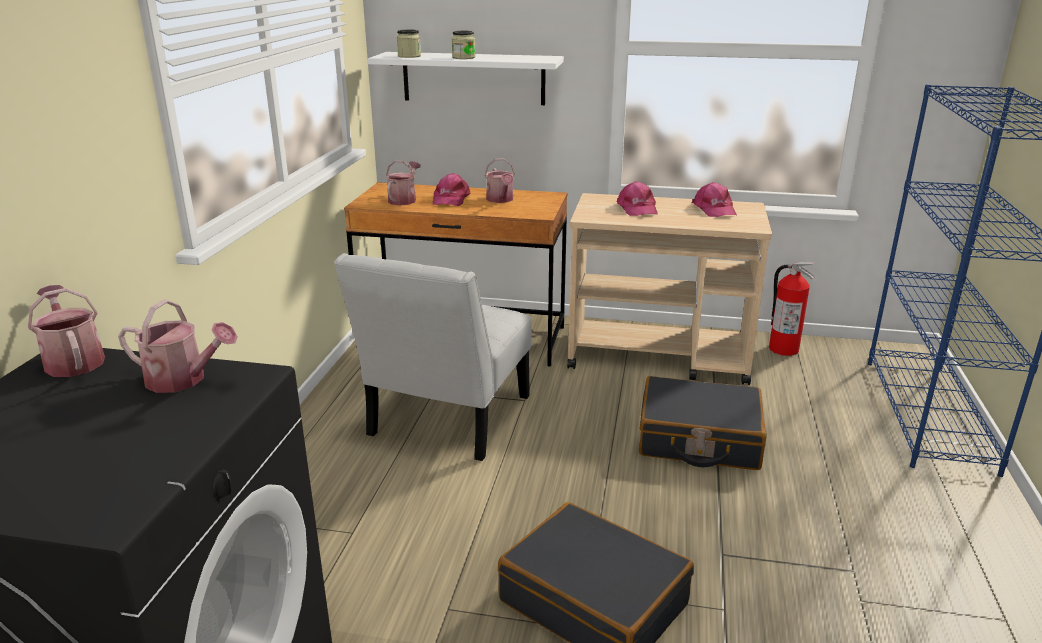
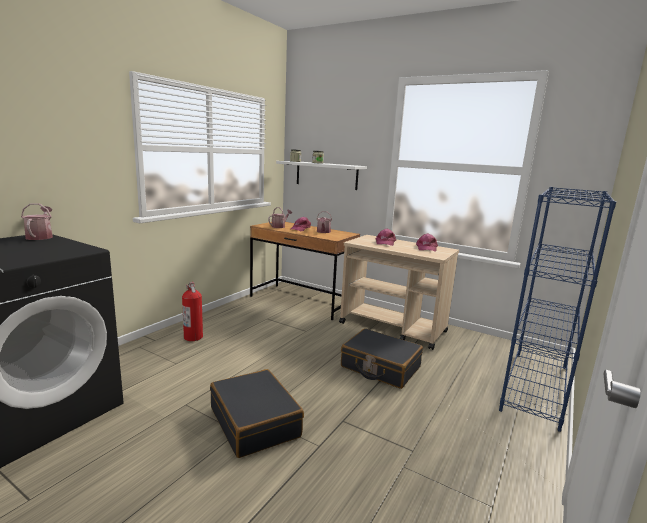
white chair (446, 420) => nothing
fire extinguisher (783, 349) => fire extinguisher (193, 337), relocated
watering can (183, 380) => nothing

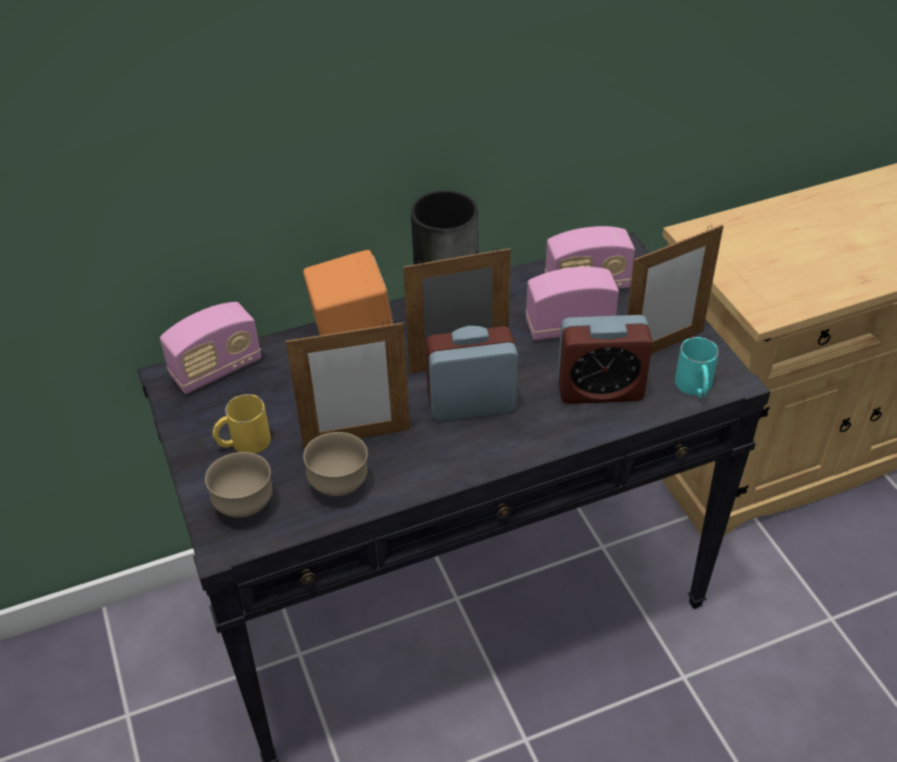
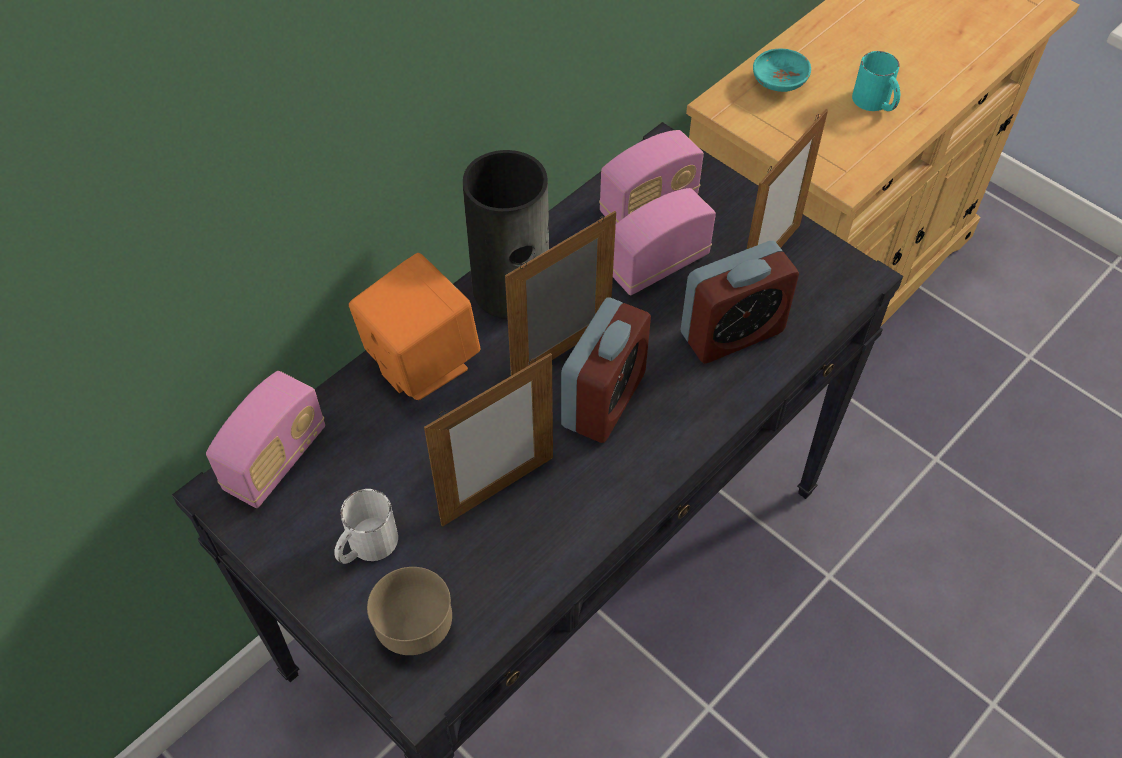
alarm clock (471, 404) => alarm clock (603, 400), 150 degrees clockwise
turquoise mug (695, 387) => turquoise mug (875, 103), relocated
yellow mug (243, 442) => white mug (366, 546)
brown bowl (339, 485) => nothing
nothing => turquoise bowl (779, 83)

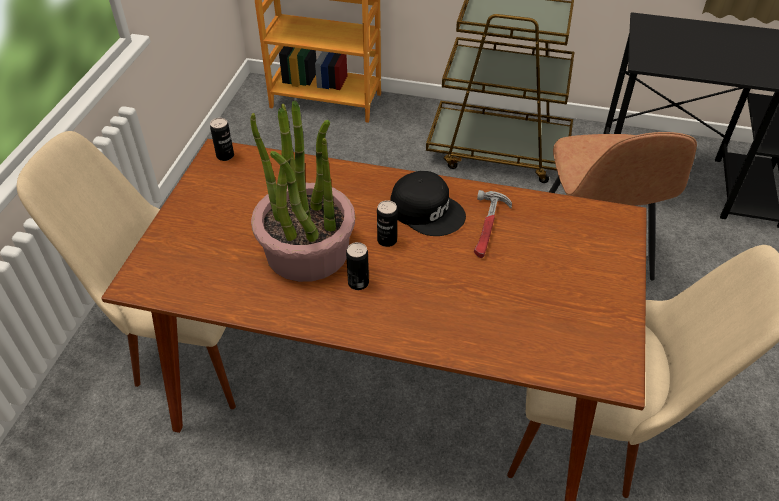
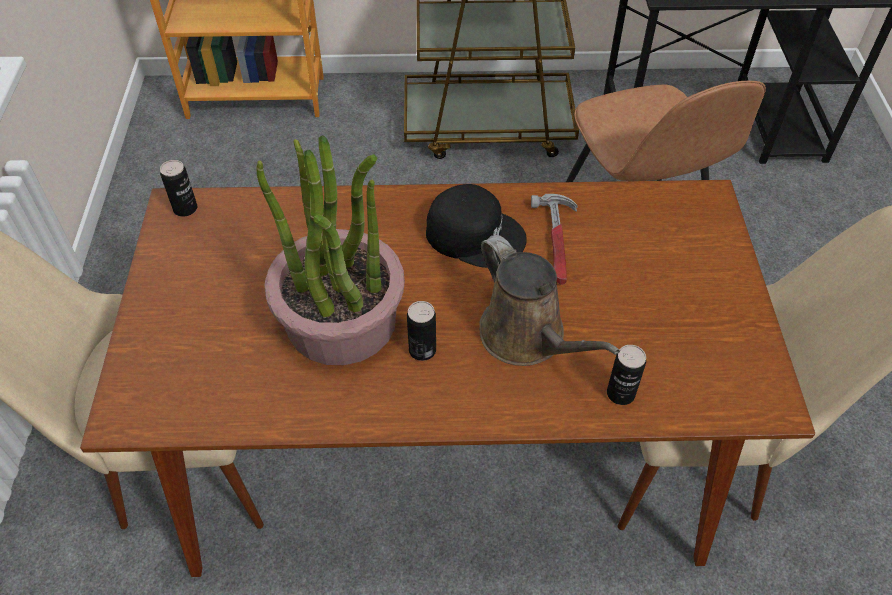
can (387, 240) => can (620, 393), relocated
nothing => brown watering can (527, 337)

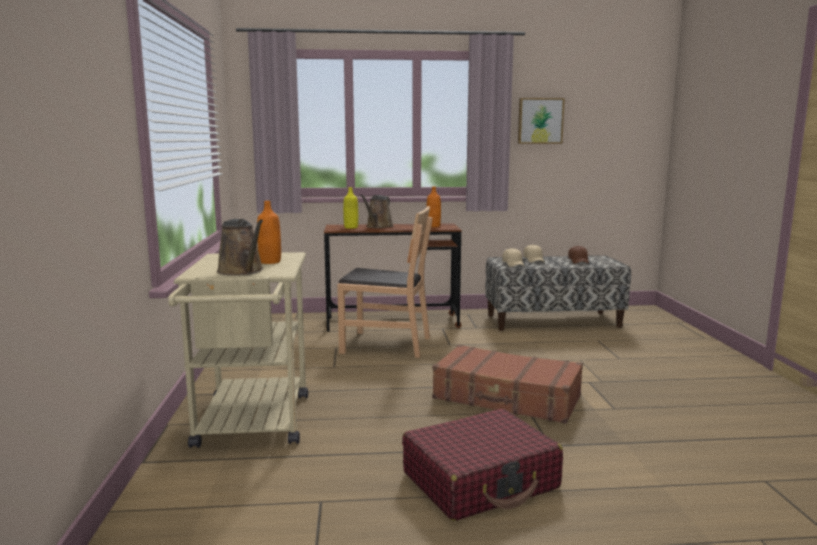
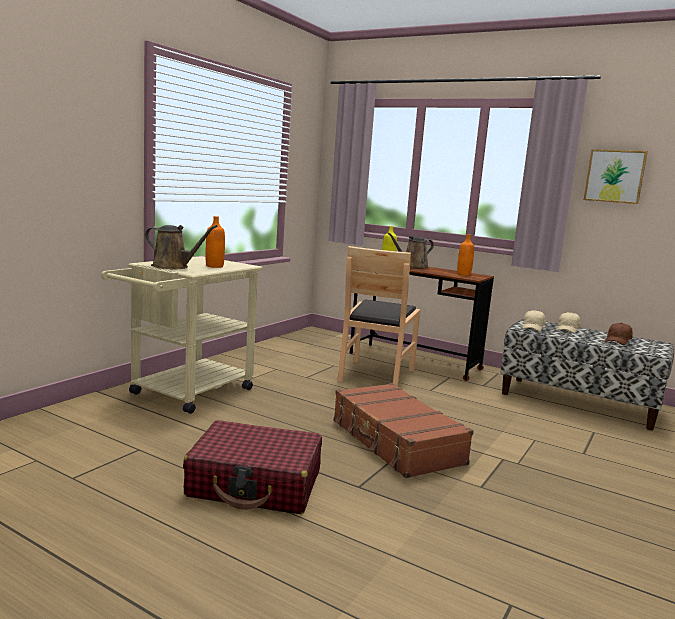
brown chair (386, 345) => brown chair (375, 375), 60 degrees clockwise
brown watering can (242, 271) => brown watering can (173, 267), 75 degrees counterclockwise

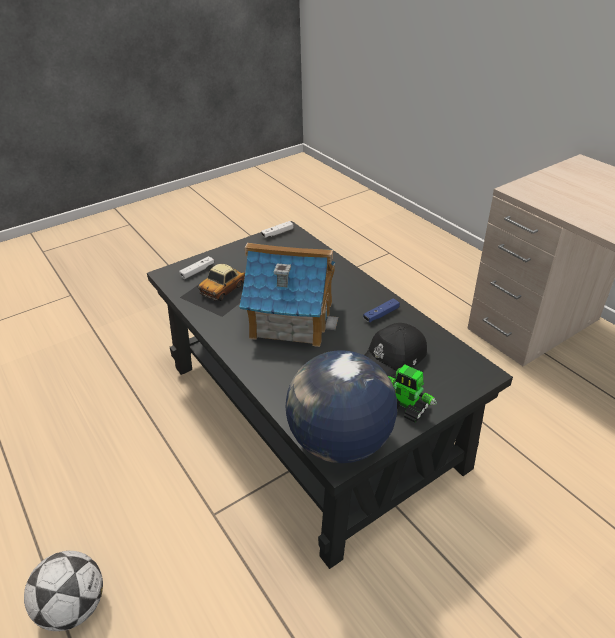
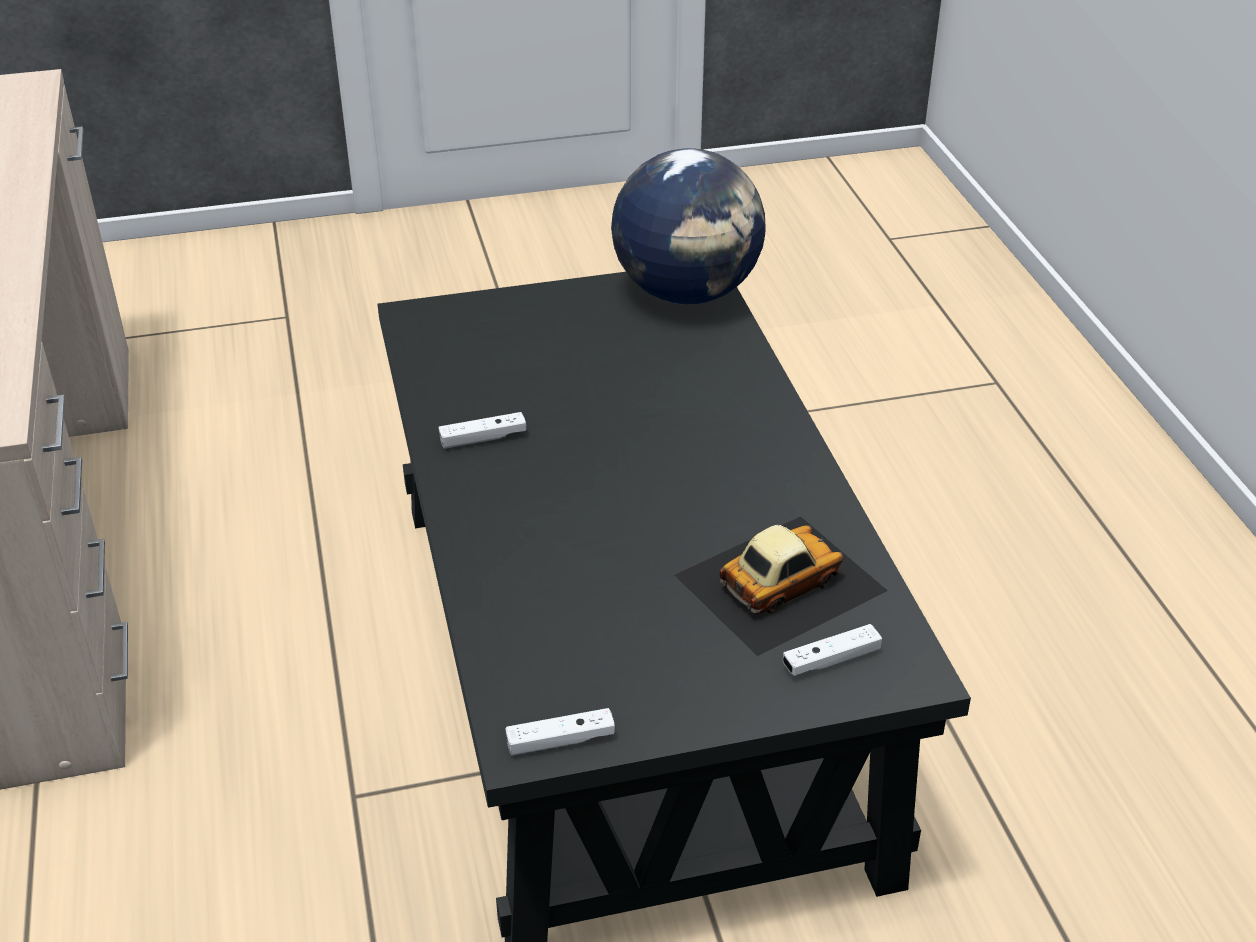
toy house (291, 319) => nothing
blue game controller (381, 314) => white game controller (483, 438)
black cap (392, 359) => nothing
toy robot (406, 407) => nothing
football (74, 607) => nothing

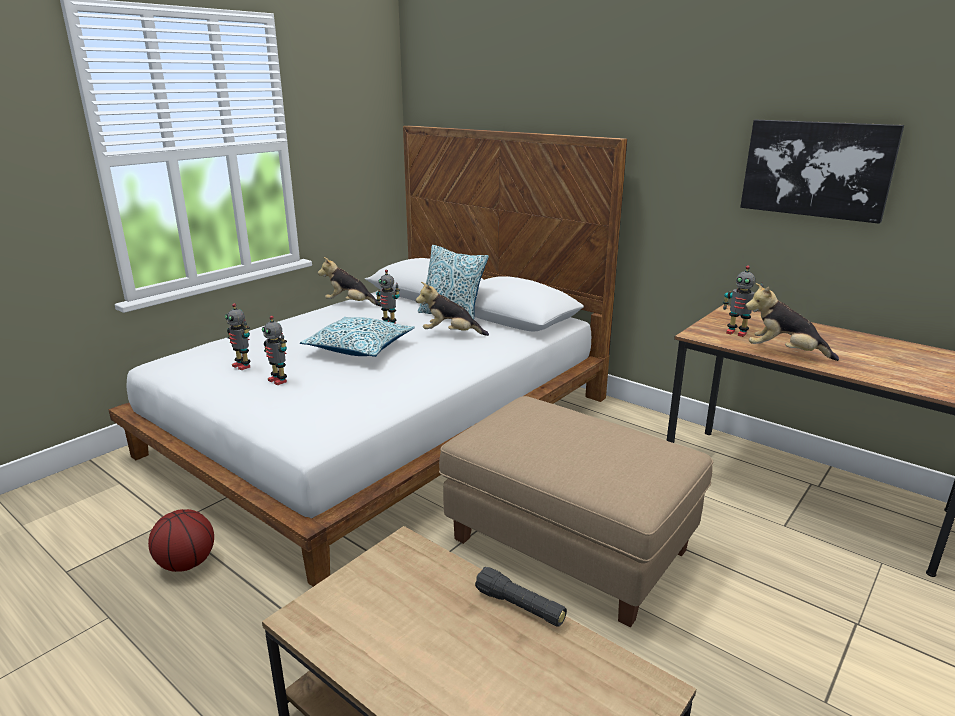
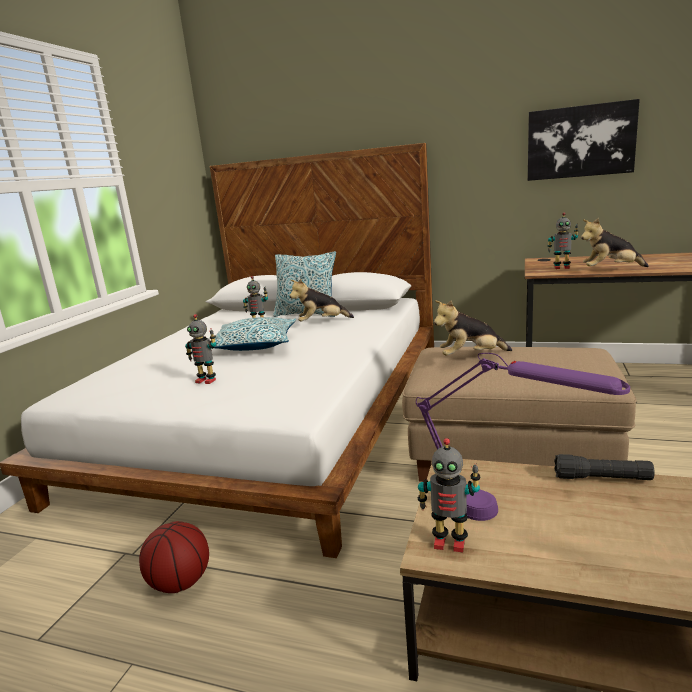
plush toy (350, 304) => plush toy (470, 357), relocated
toy robot (242, 366) => toy robot (449, 542), relocated
nothing => purple table lamp (505, 519)

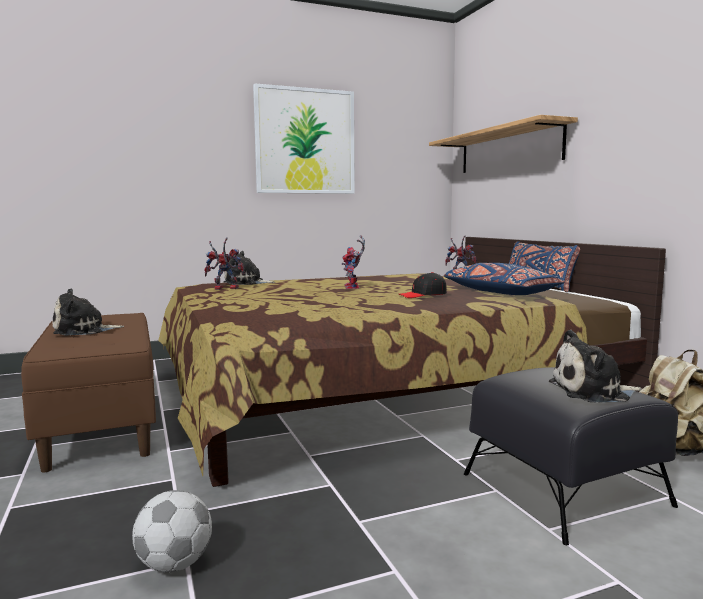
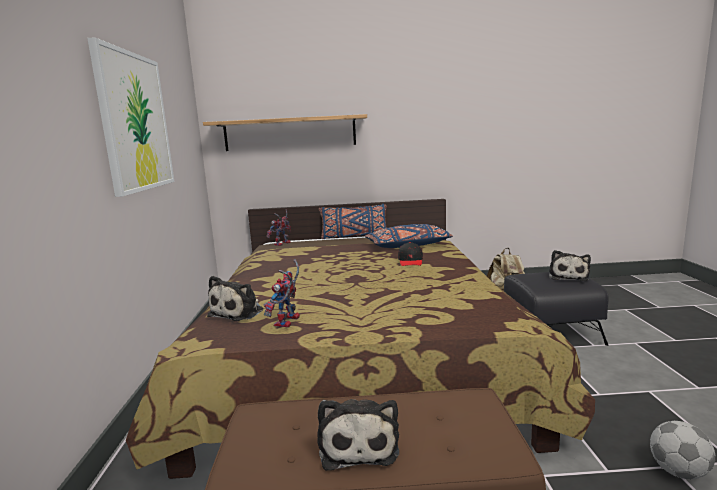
toy robot (353, 287) => nothing

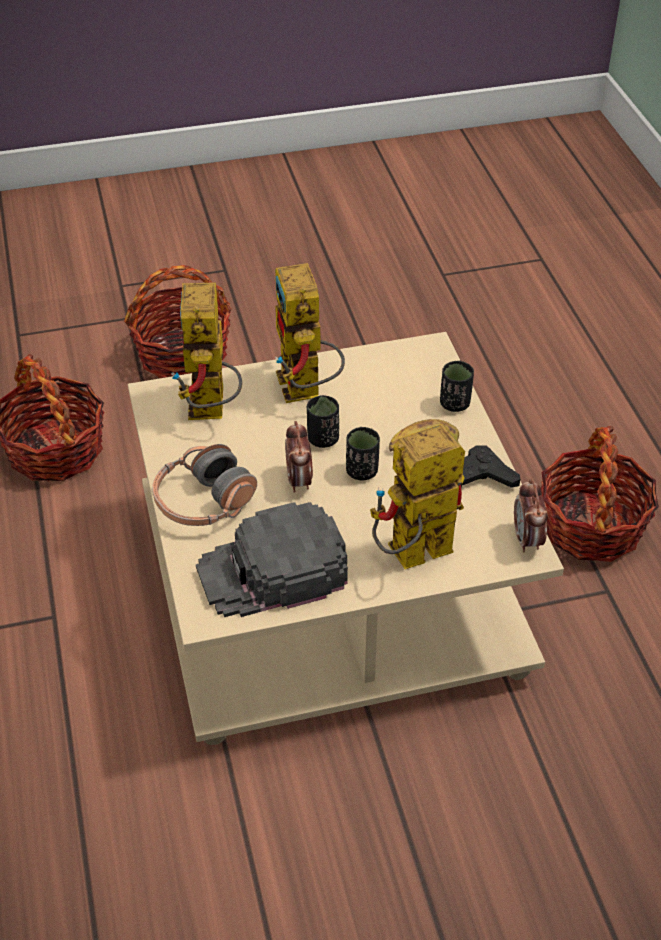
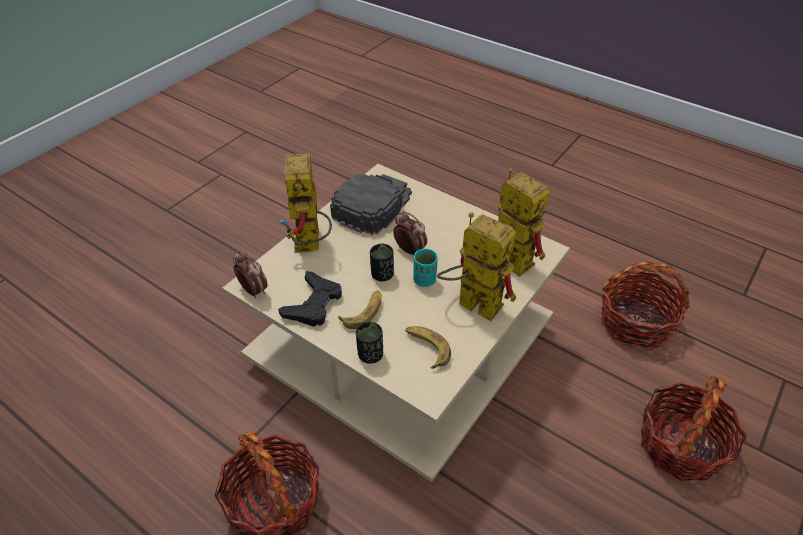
black cup (323, 439) => turquoise cup (424, 280)
toy robot (411, 558) => toy robot (311, 246), 150 degrees clockwise
headphones (204, 501) => nothing
nothing => banana (427, 348)

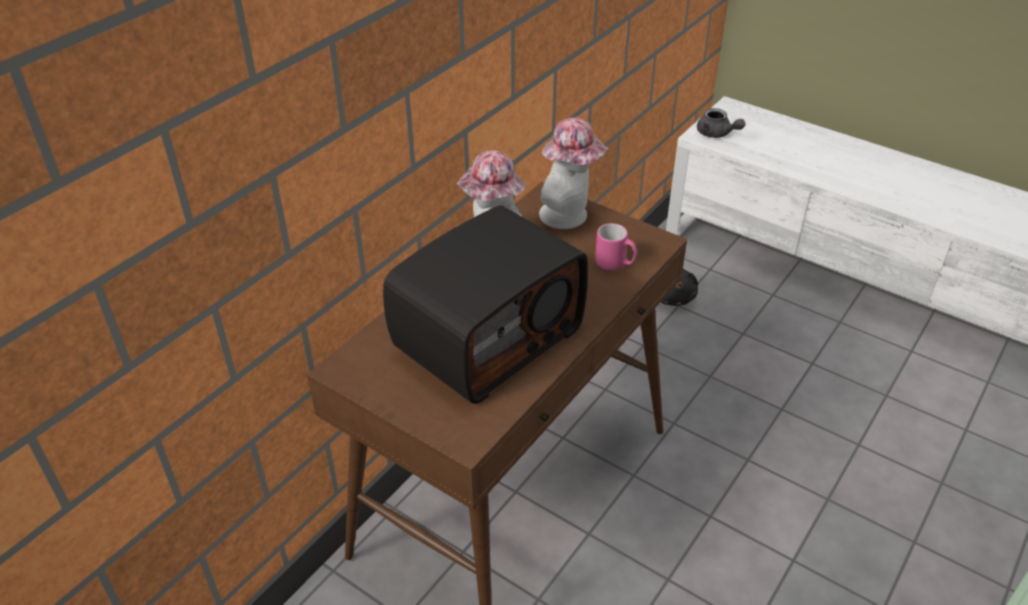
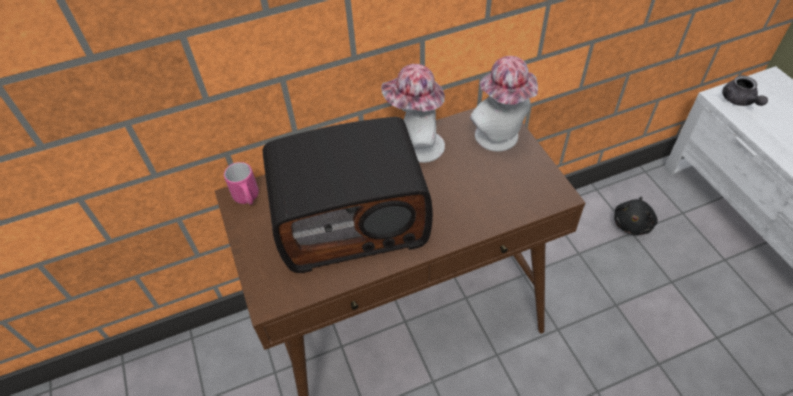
pink mug (615, 264) => pink mug (247, 198), relocated

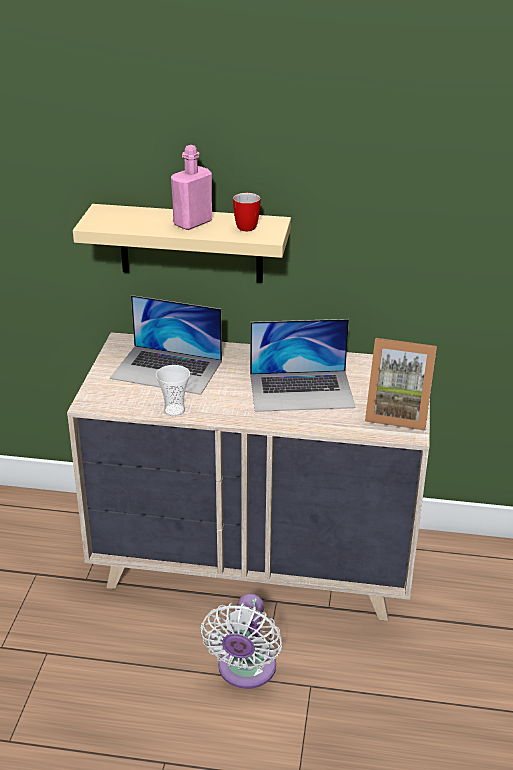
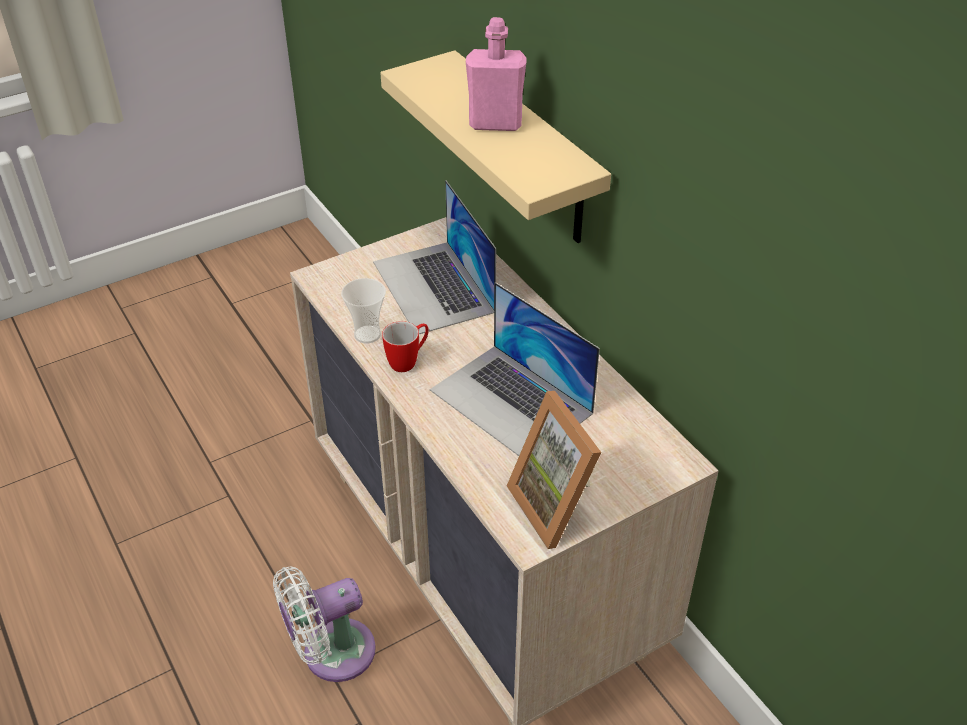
mug (246, 225) => mug (408, 361), relocated

